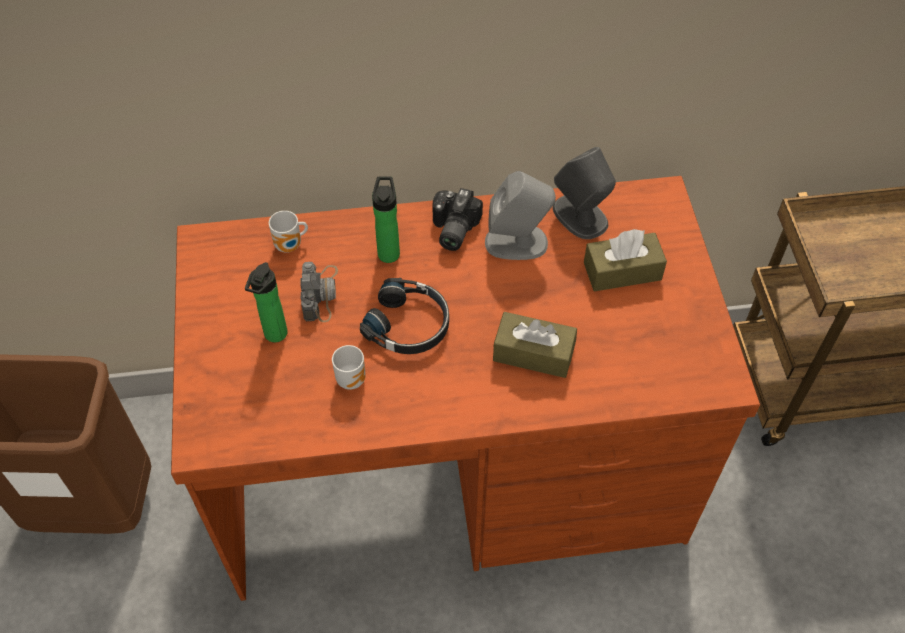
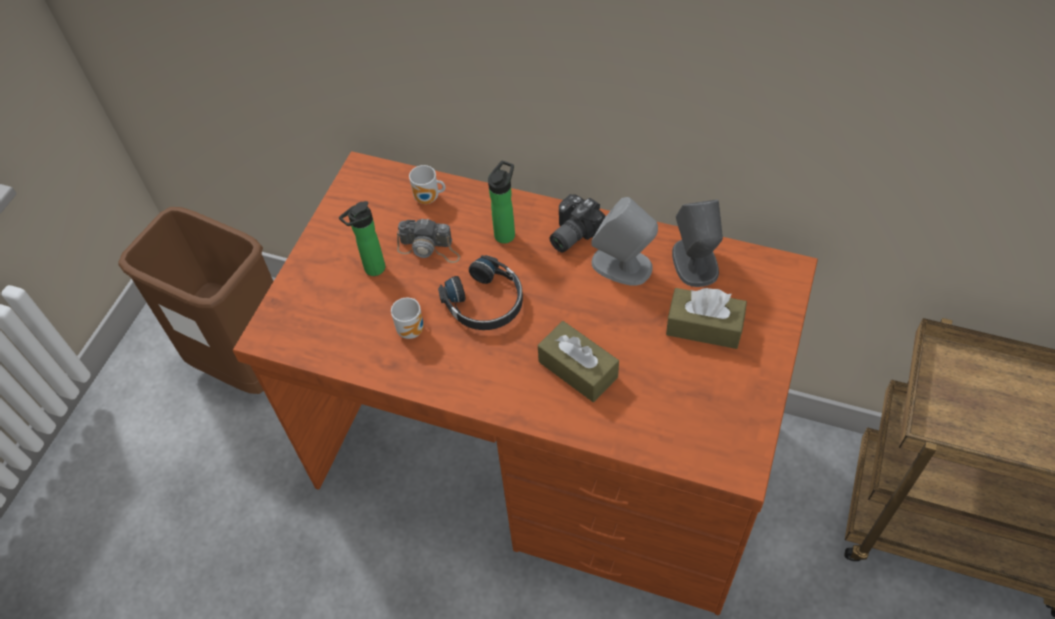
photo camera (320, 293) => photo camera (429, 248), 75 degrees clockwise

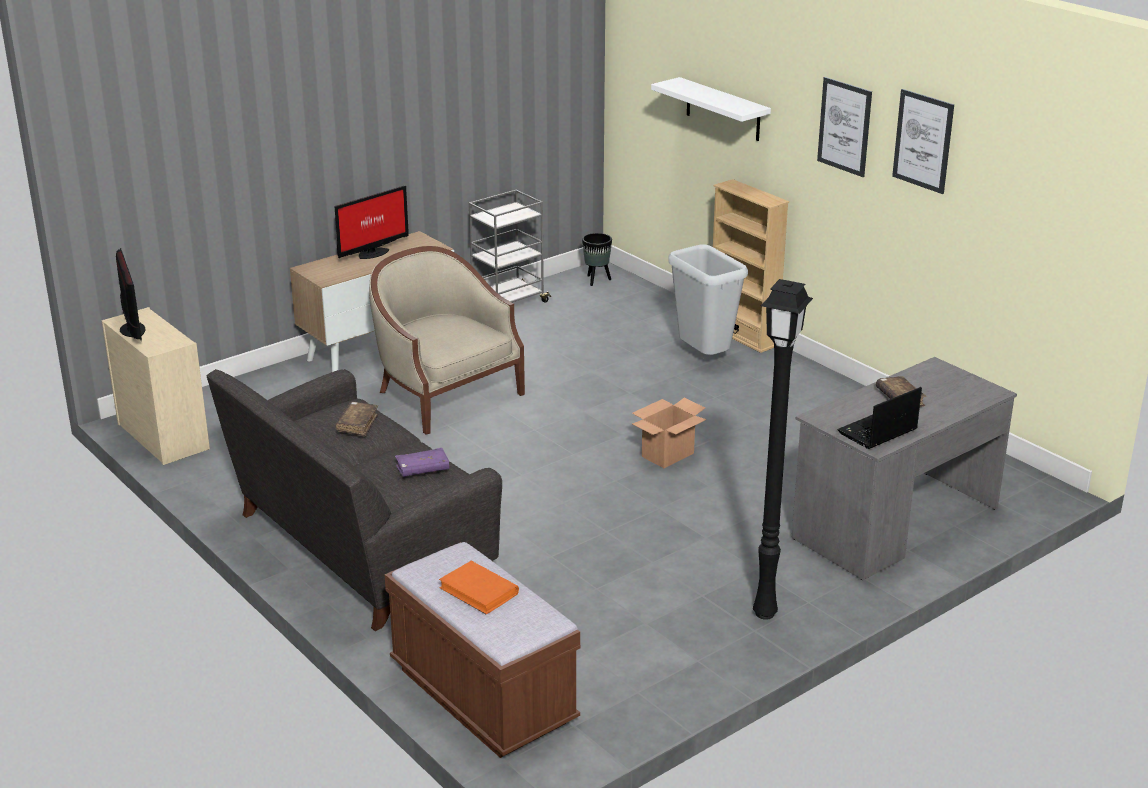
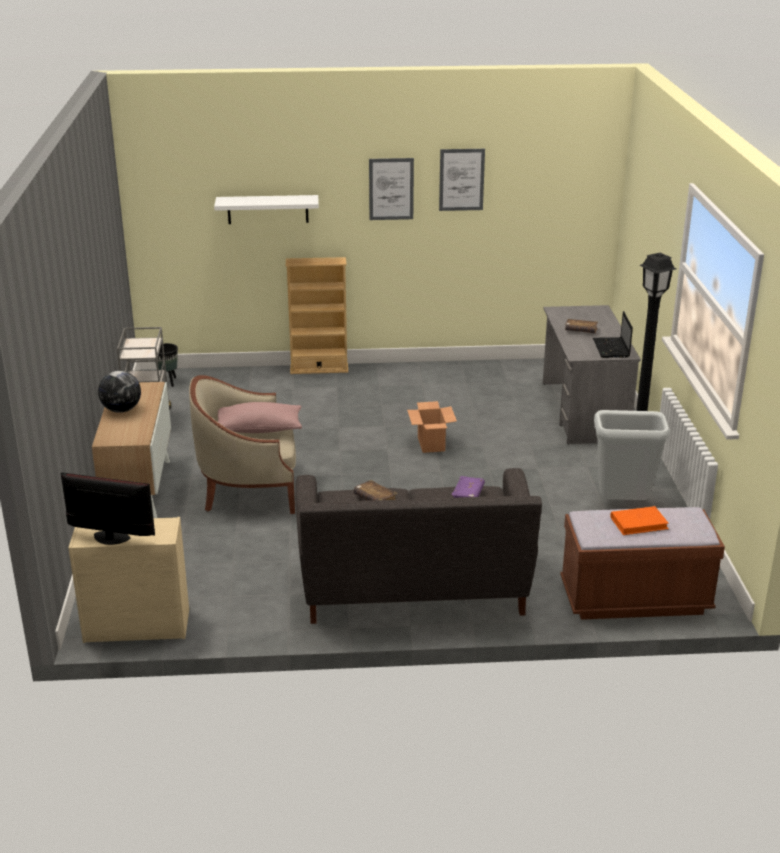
monitor (371, 253) => globe (121, 410)
grey trash can (704, 358) => grey trash can (623, 505), relocated
nothing => pink pillow (259, 429)

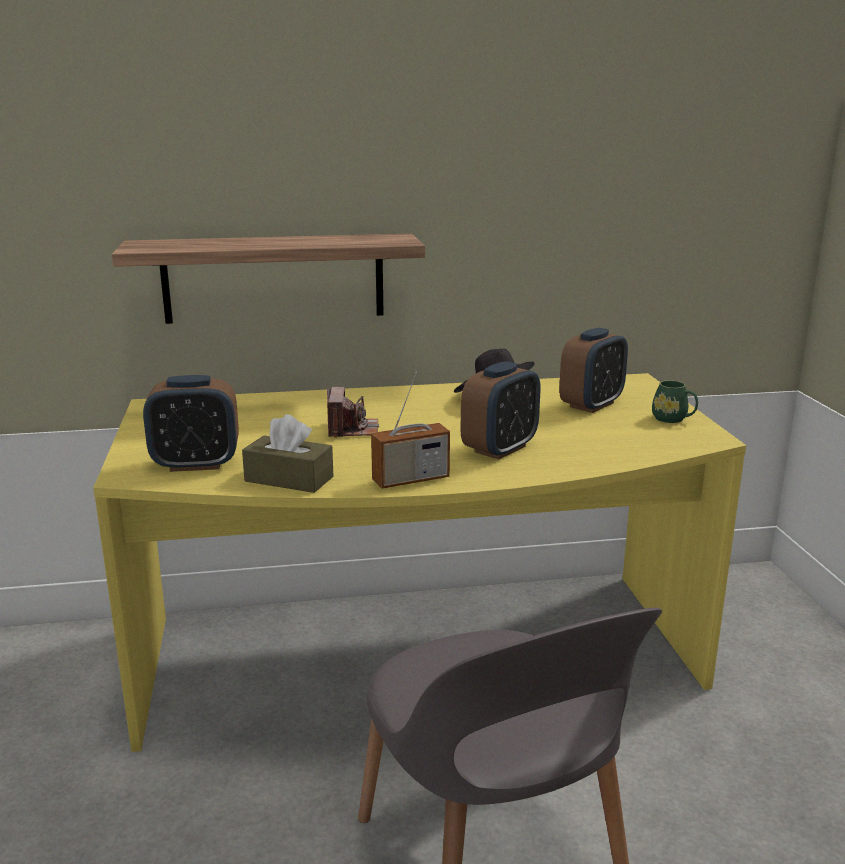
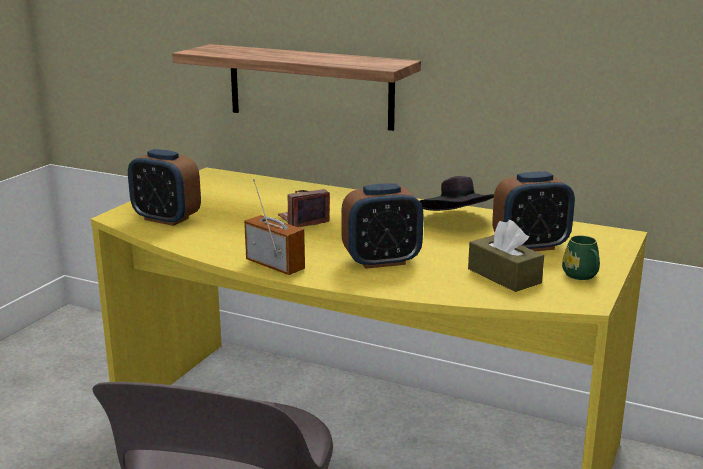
radio (410, 480) => radio (275, 265), 150 degrees counterclockwise
photo camera (352, 429) => photo camera (303, 220), 150 degrees counterclockwise
brown tissue box (289, 479) => brown tissue box (504, 276), relocated

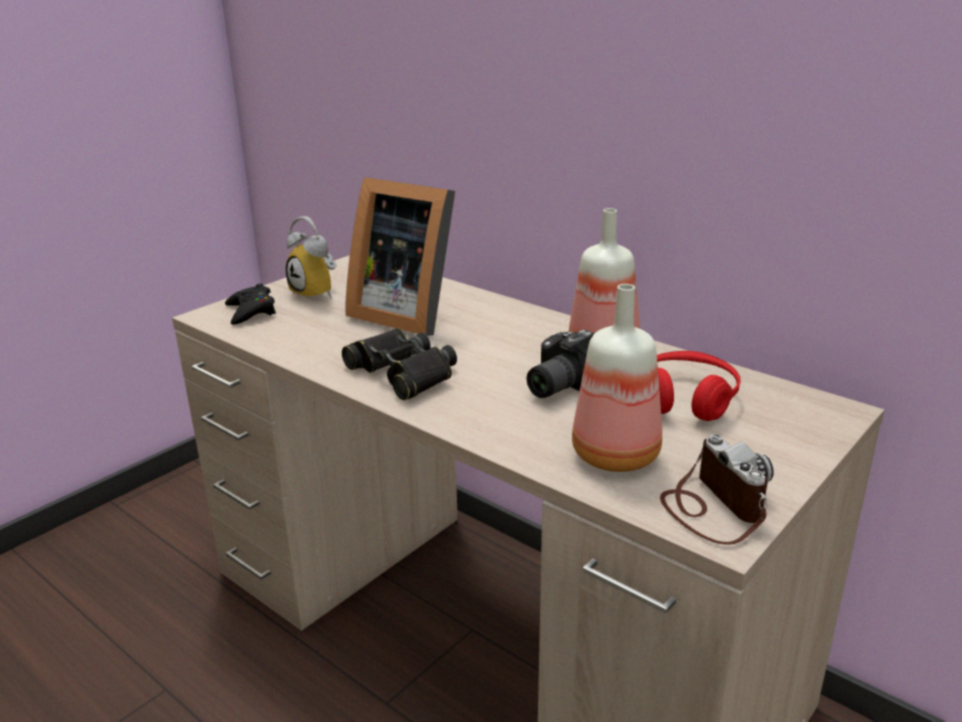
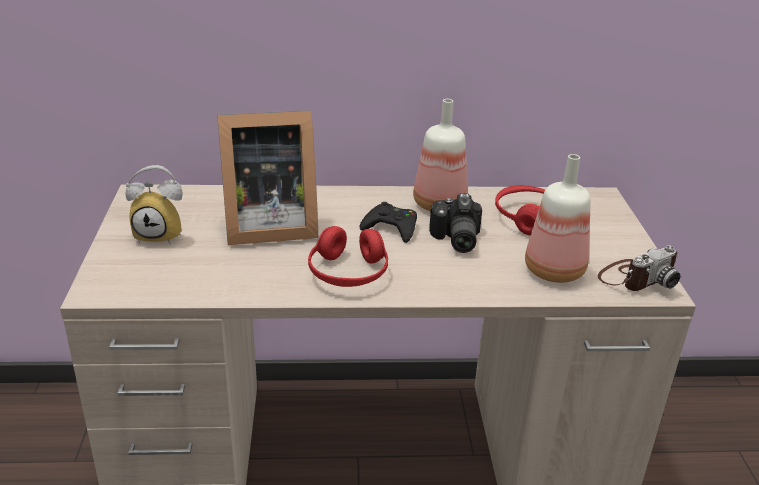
black game controller (251, 311) => black game controller (391, 228), relocated
black binoculars (402, 373) => red headphones (348, 273)
photo camera (713, 506) => photo camera (636, 277), 120 degrees clockwise

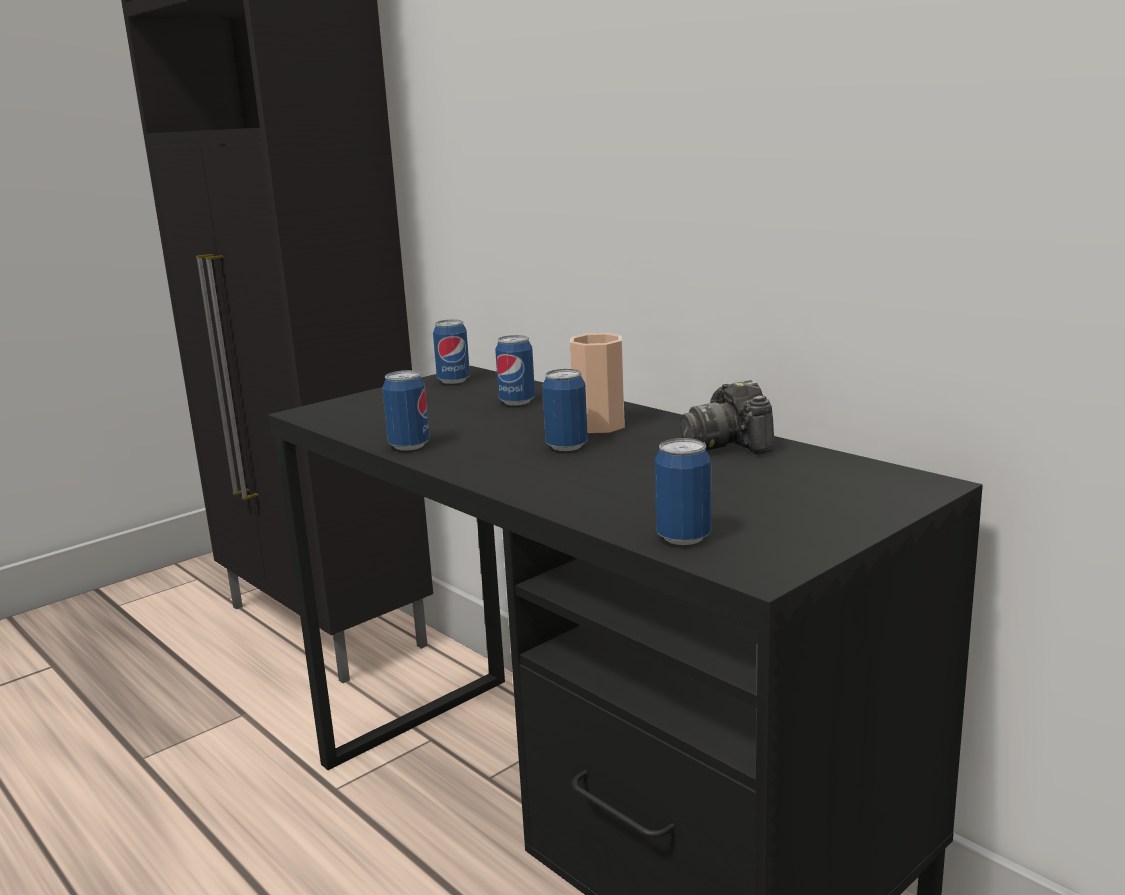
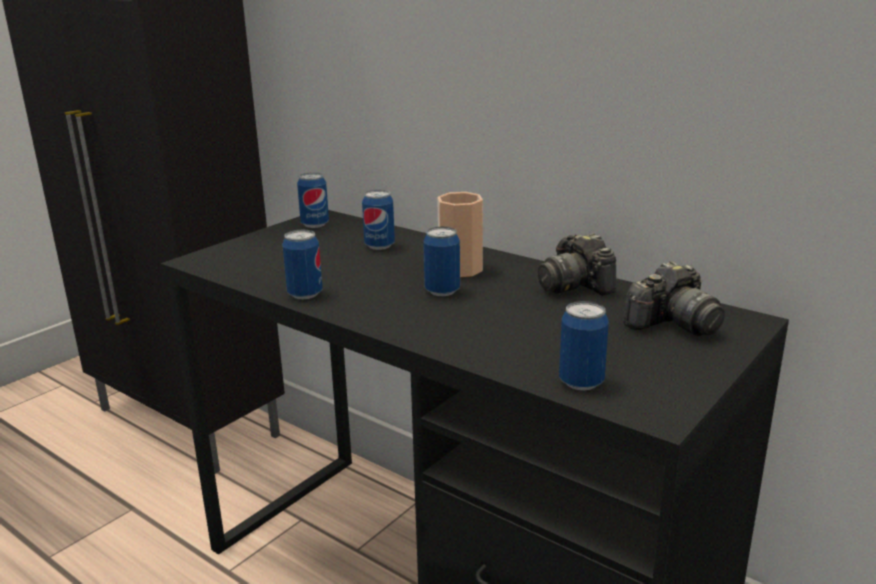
nothing => photo camera (673, 324)

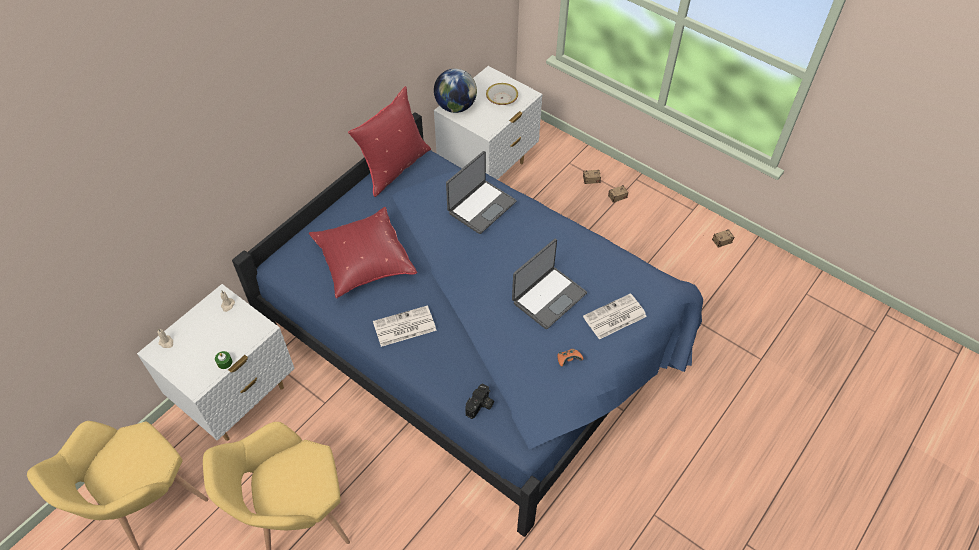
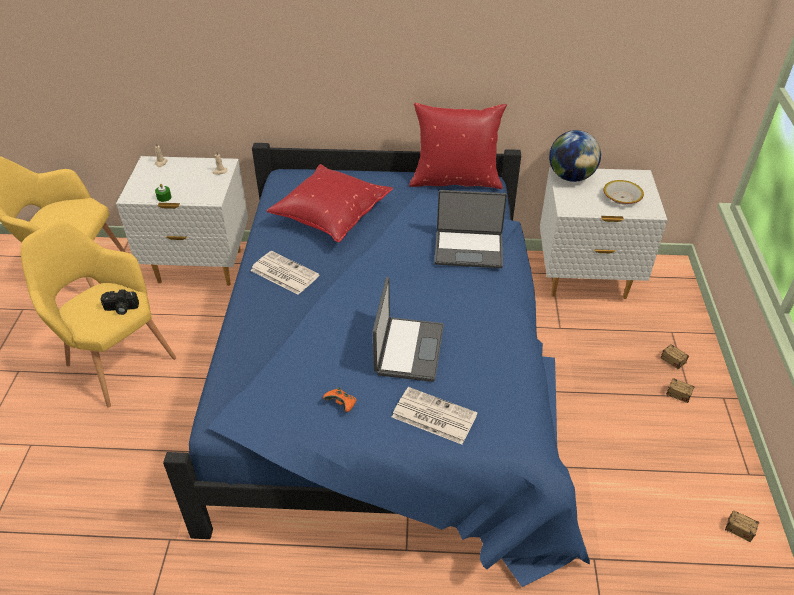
laptop (548, 297) => laptop (407, 349), 90 degrees counterclockwise
photo camera (480, 406) => photo camera (120, 309), relocated

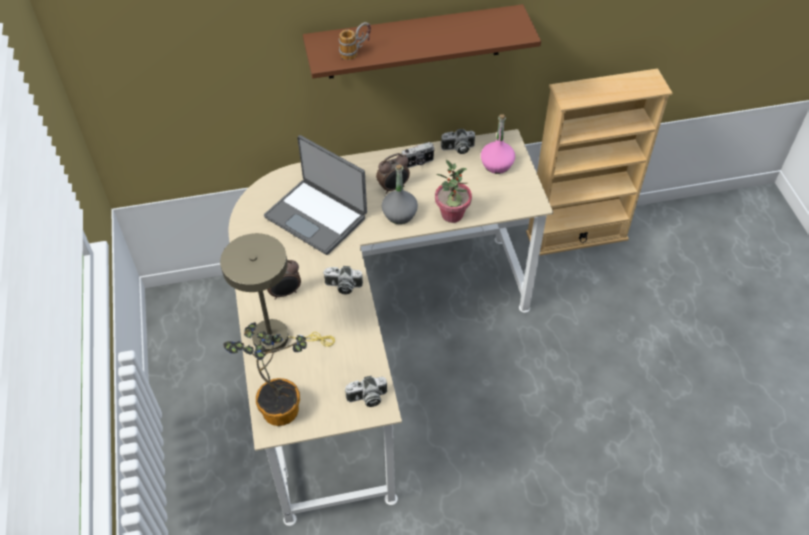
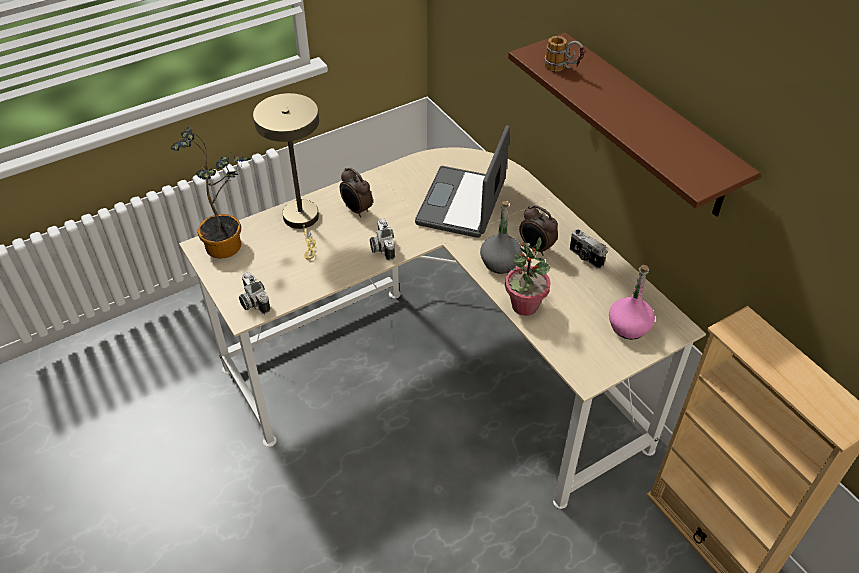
photo camera (458, 149) => nothing

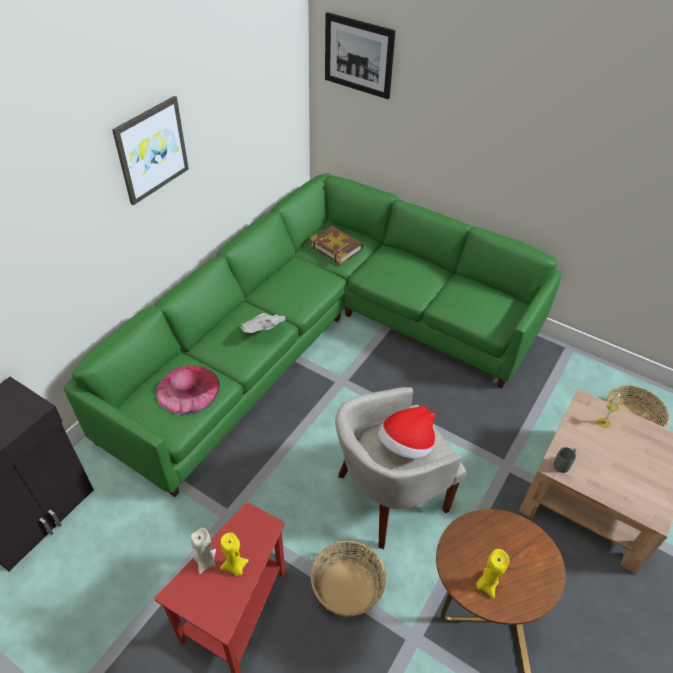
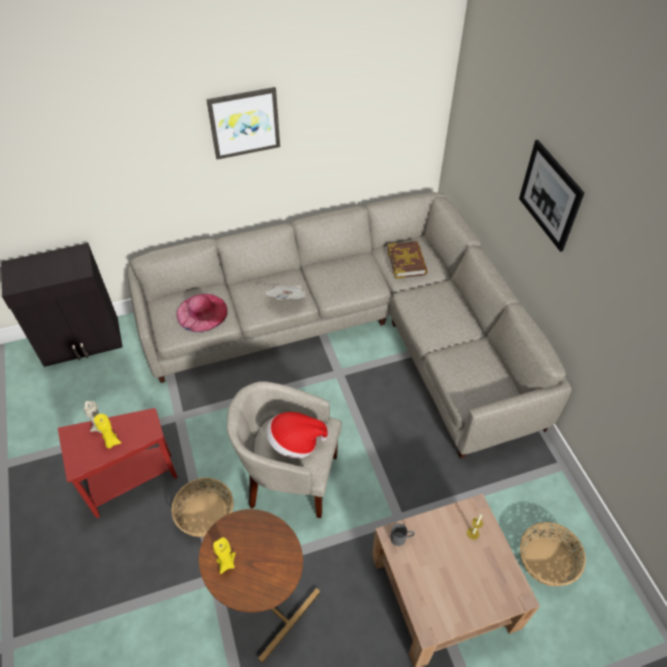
picture (358, 56) => picture (550, 195), relocated
green sofa (322, 337) => grey sofa (357, 331)

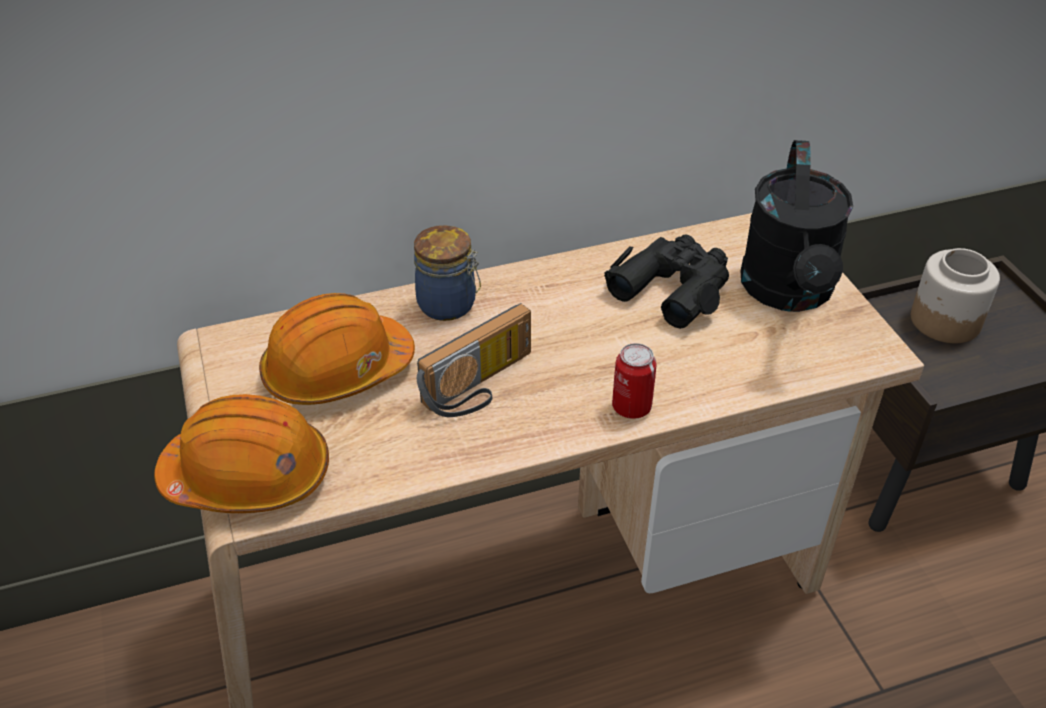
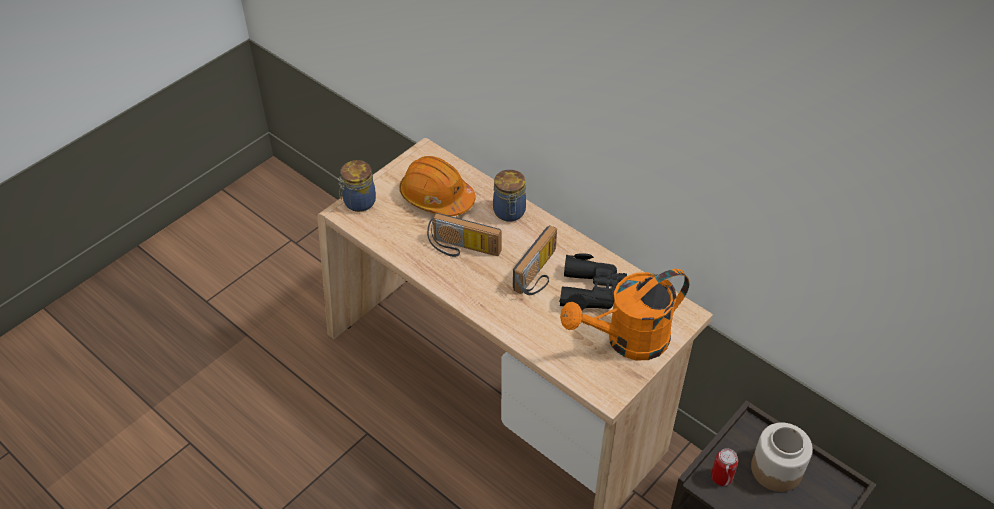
black watering can (789, 293) => orange watering can (627, 341)
can (631, 407) => can (721, 477), relocated
orange hard hat (248, 476) => jar (358, 202)
nothing => radio (539, 274)

